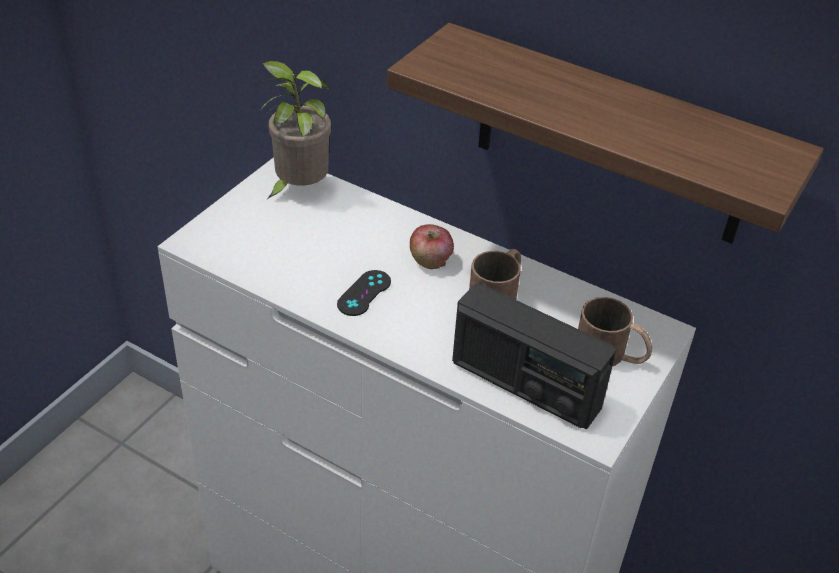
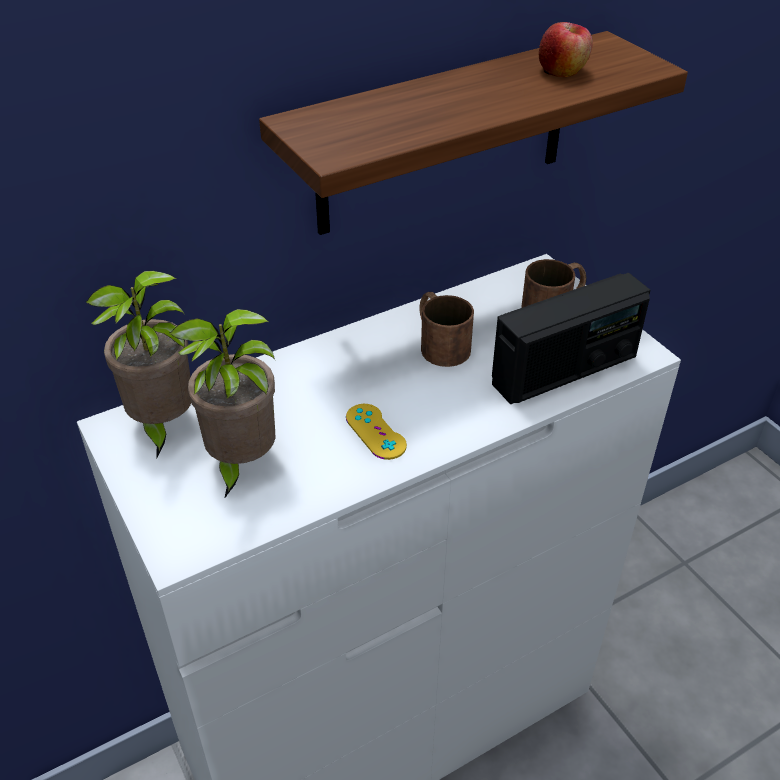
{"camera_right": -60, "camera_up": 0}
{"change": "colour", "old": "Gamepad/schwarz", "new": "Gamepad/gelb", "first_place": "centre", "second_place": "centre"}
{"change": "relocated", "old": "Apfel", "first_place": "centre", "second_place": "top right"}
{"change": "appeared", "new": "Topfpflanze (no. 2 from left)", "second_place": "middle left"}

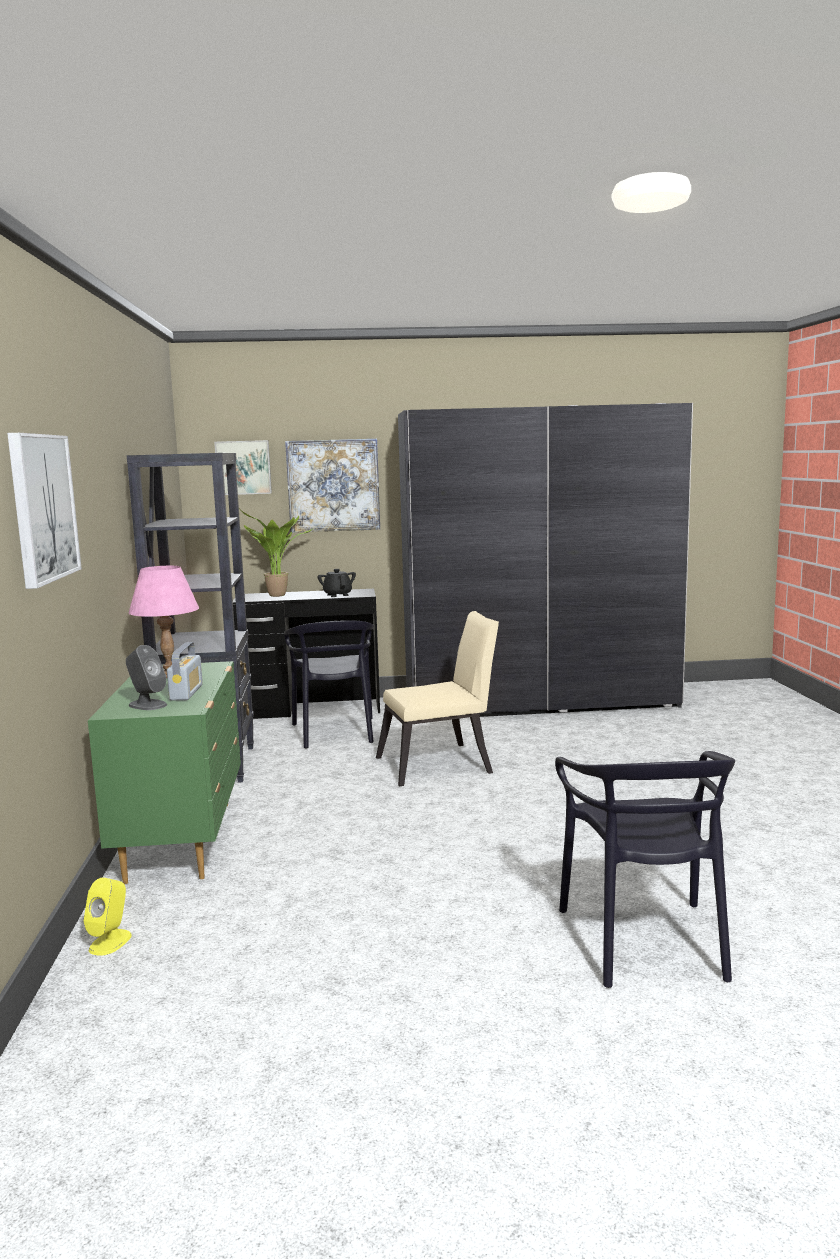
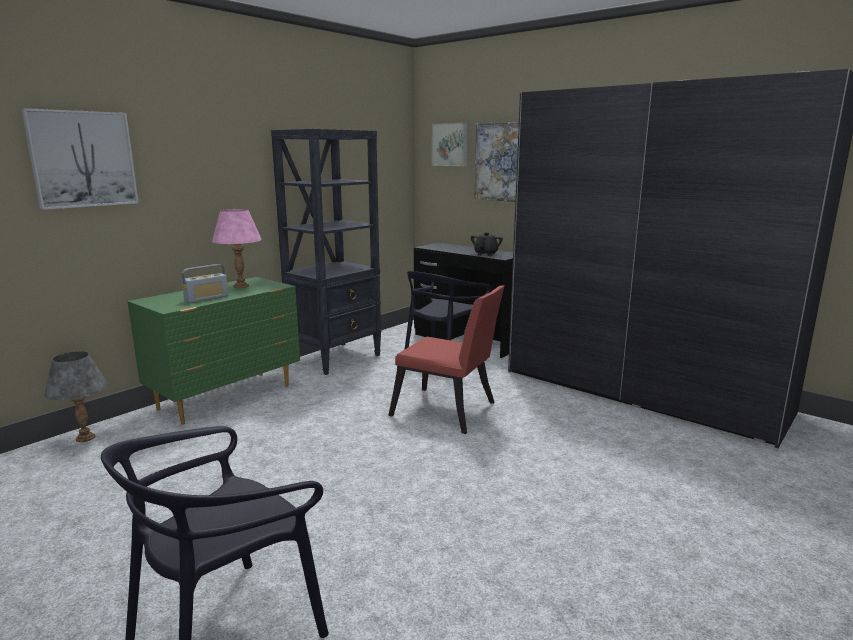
{"camera_right": 45, "camera_up": 5}
{"change": "exchanged", "old": "Lautsprecher/gelb", "new": "Tischlampe/grau", "first_place": "bottom left", "second_place": "middle left"}
{"change": "missing", "old": "Lautsprecher/grau", "first_place": "middle left"}
{"change": "missing", "old": "Topfpflanze", "first_place": "middle left"}
{"change": "colour", "old": "Stuhl/beige", "new": "Stuhl/rot", "first_place": "centre", "second_place": "centre"}

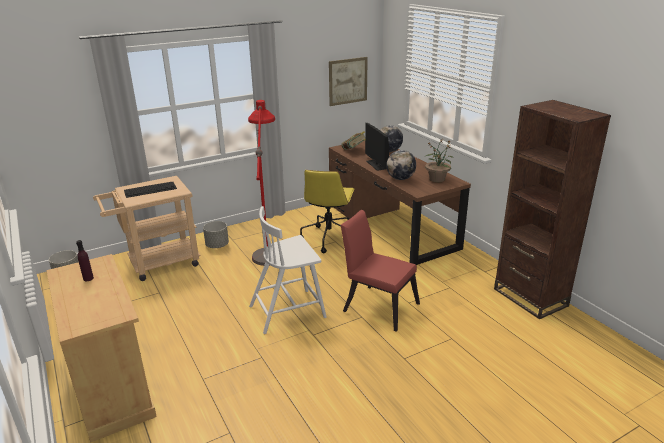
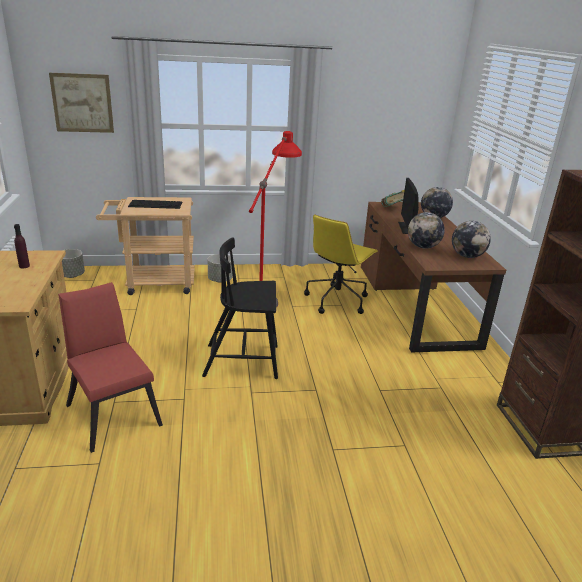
{"camera_right": 20, "camera_up": 0}
{"change": "colour", "old": "Stuhl/weiß", "new": "Stuhl/schwarz", "first_place": "centre", "second_place": "centre"}
{"change": "relocated", "old": "Bild", "first_place": "top centre", "second_place": "top left"}
{"change": "relocated", "old": "Stuhl/rot", "first_place": "centre", "second_place": "middle left"}
{"change": "exchanged", "old": "Topfpflanze", "new": "Globus (no. 3 from left)", "first_place": "centre", "second_place": "middle right"}

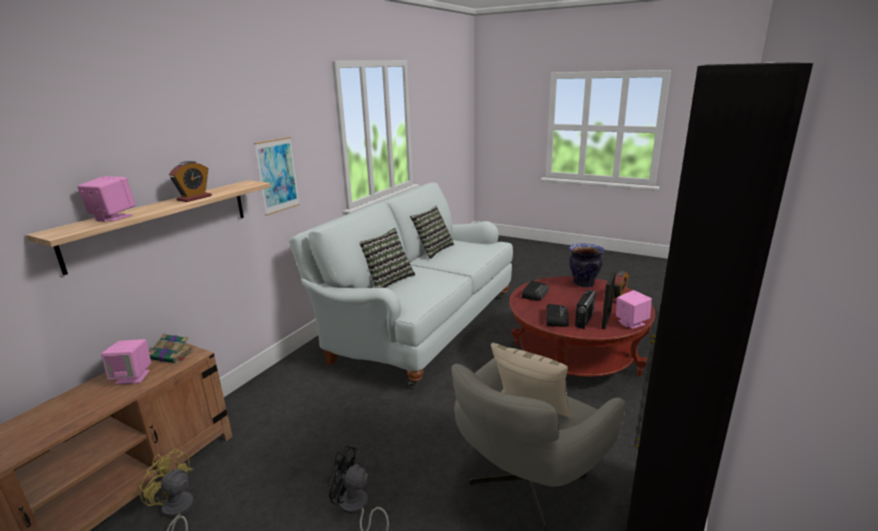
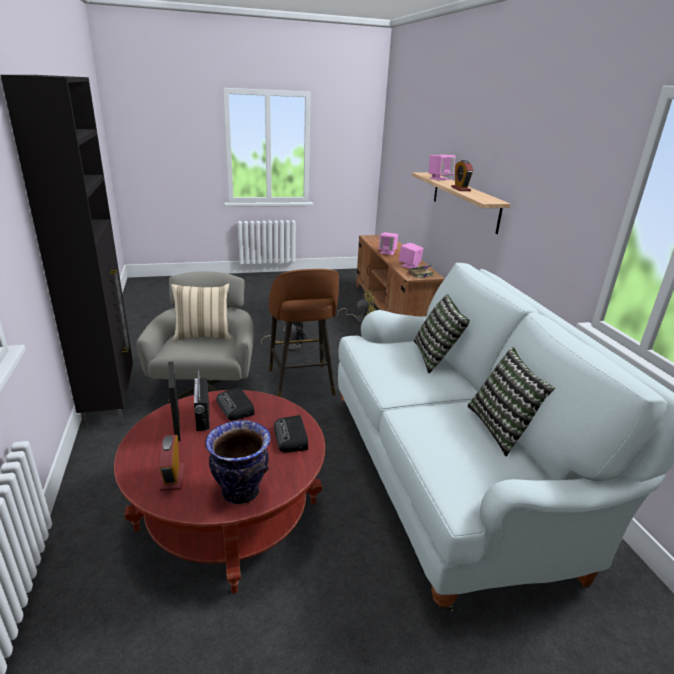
{"camera_right": 135, "camera_up": 5}
{"change": "missing", "old": "Bild", "first_place": "top left"}
{"change": "relocated", "old": "Lautsprecher/rosa (no. 3 from left in the first image)", "new": "Lautsprecher/rosa (no. 1 from left)", "first_place": "middle right", "second_place": "centre"}
{"change": "appeared", "new": "Hocker/braun", "second_place": "centre"}

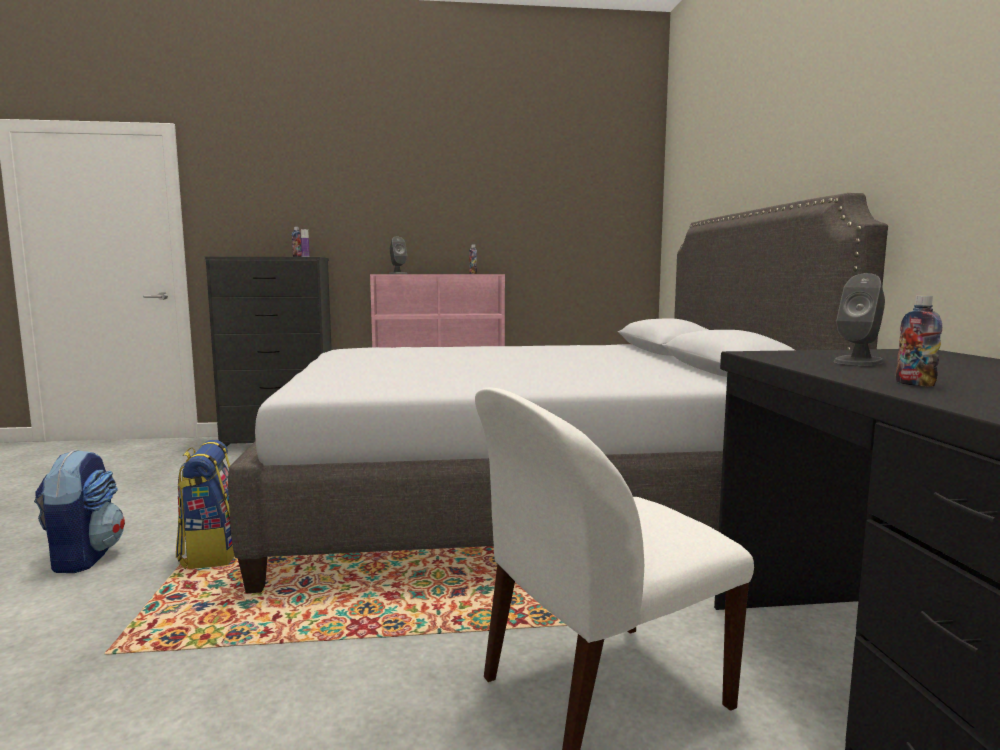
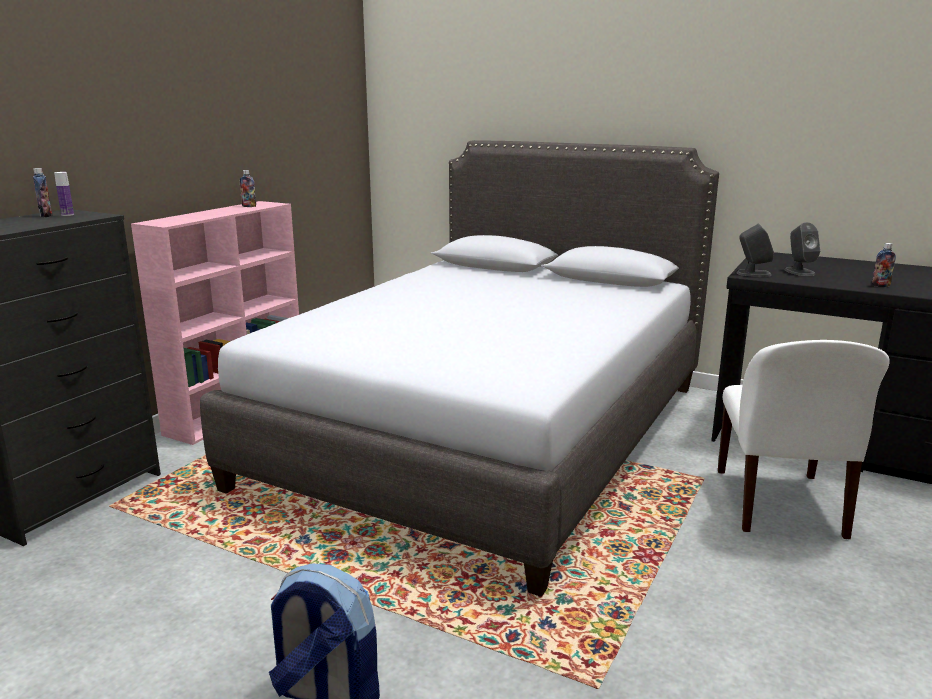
{"camera_right": -55, "camera_up": 10}
{"change": "missing", "old": "Rucksack (no. 2 from left)", "first_place": "bottom left"}
{"change": "relocated", "old": "Lautsprecher/grau (no. 1 from left)", "first_place": "centre", "second_place": "middle right"}

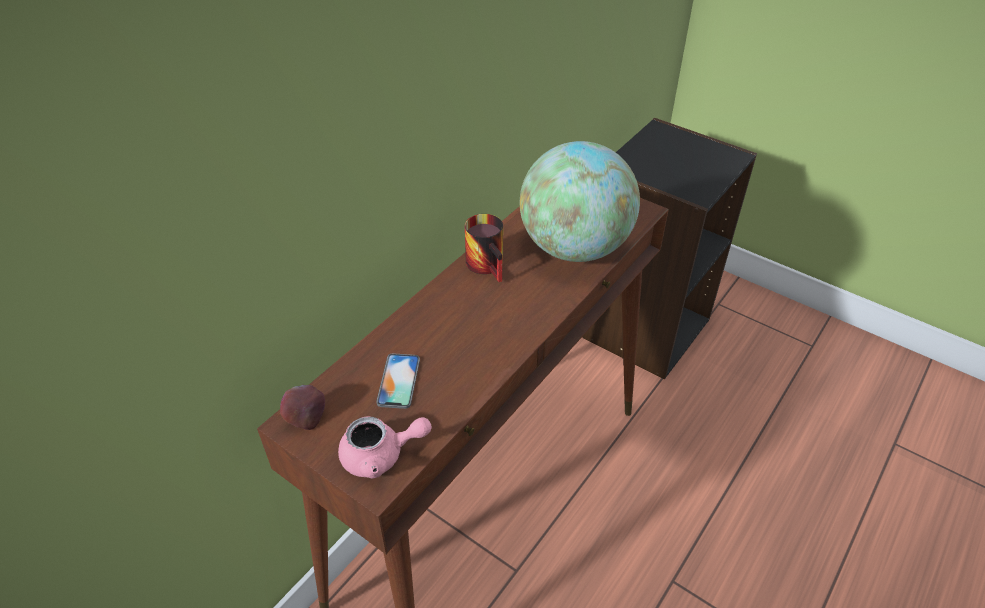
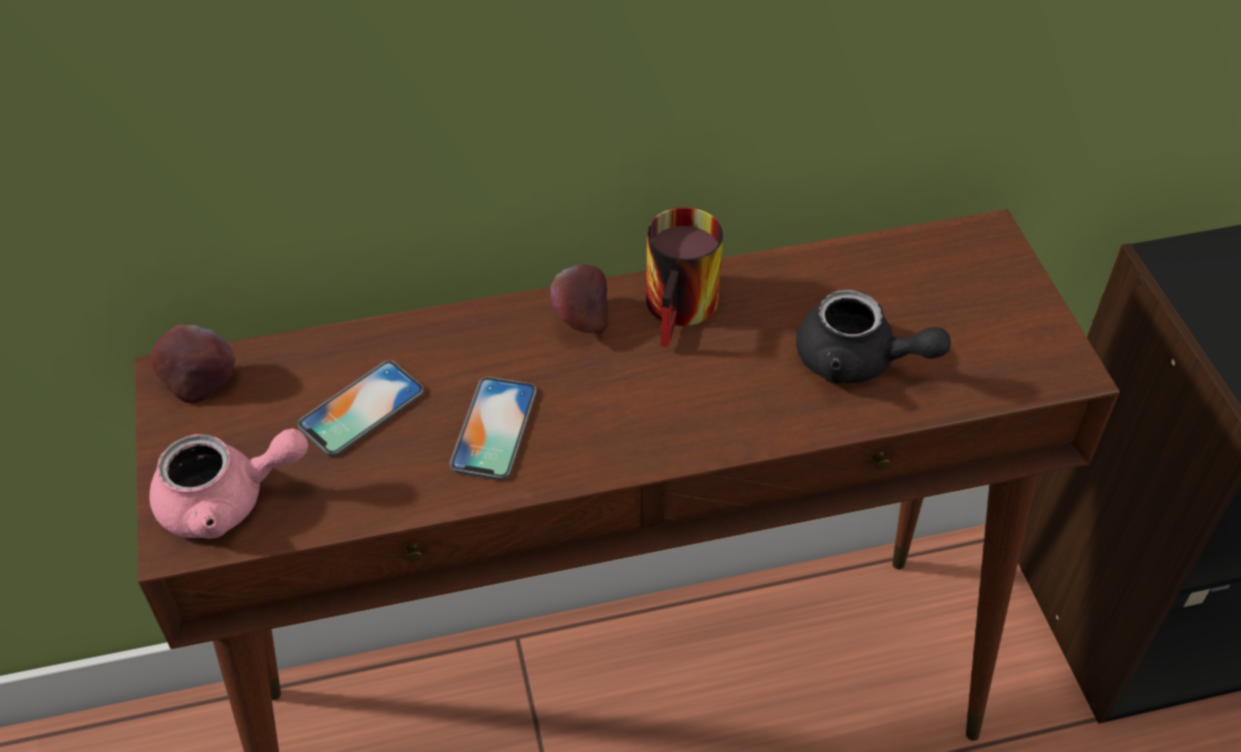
{"camera_right": 40, "camera_up": 5}
{"change": "spun", "old": "Teekanne/rosa", "first_place": "bottom centre", "second_place": "middle left", "degrees": -45}
{"change": "exchanged", "old": "Globus", "new": "Teekanne/schwarz", "first_place": "top centre", "second_place": "middle right"}
{"change": "appeared", "new": "Handy (no. 2 from left)", "second_place": "centre"}
{"change": "appeared", "new": "Apfel (no. 2 from left)", "second_place": "centre"}

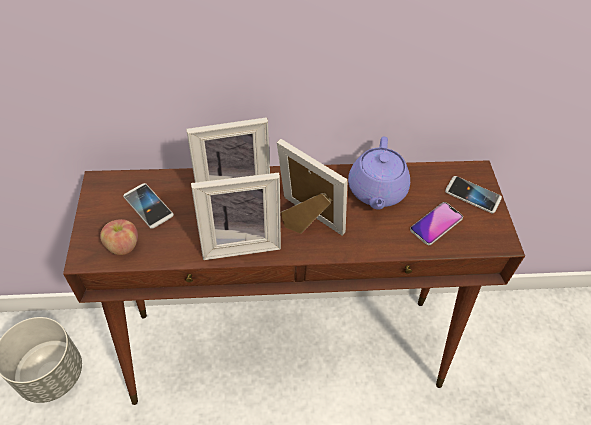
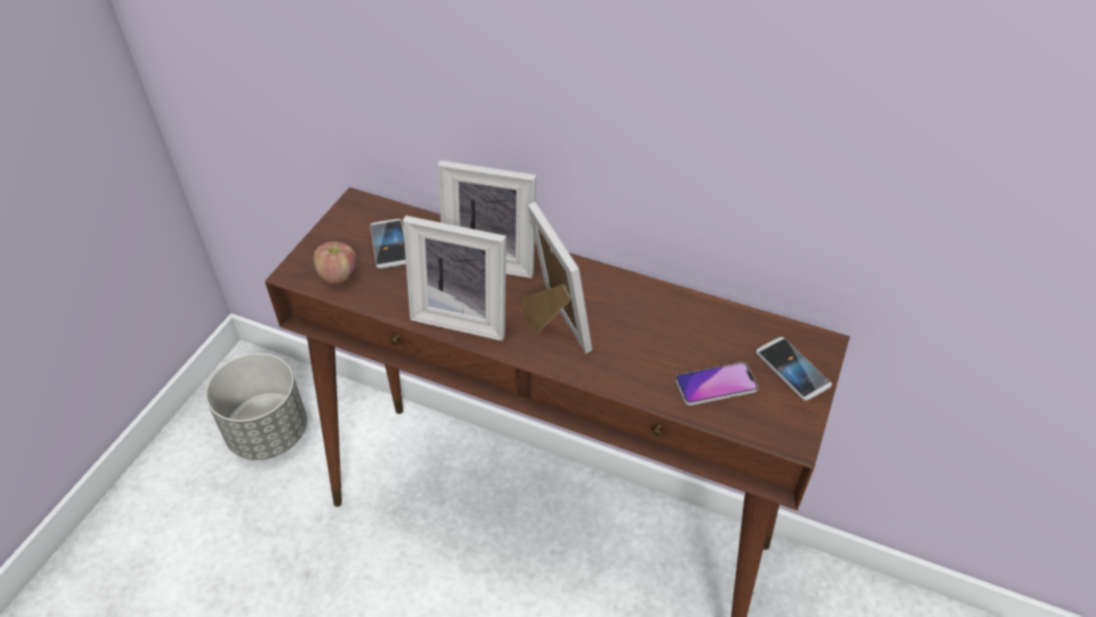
{"camera_right": 30, "camera_up": -5}
{"change": "missing", "old": "Teekanne/lila", "first_place": "centre"}

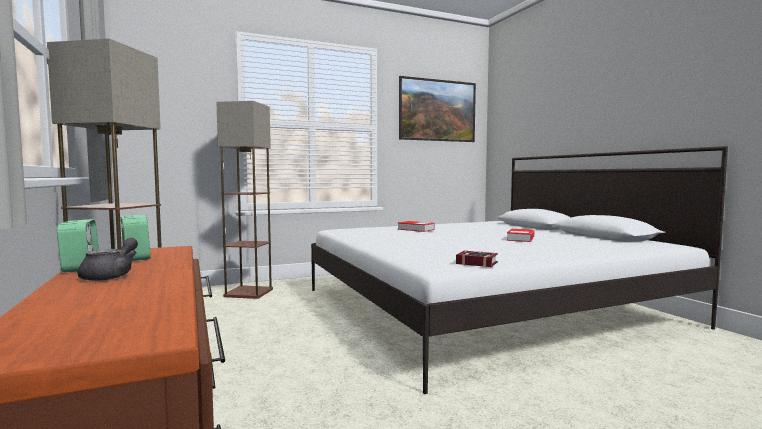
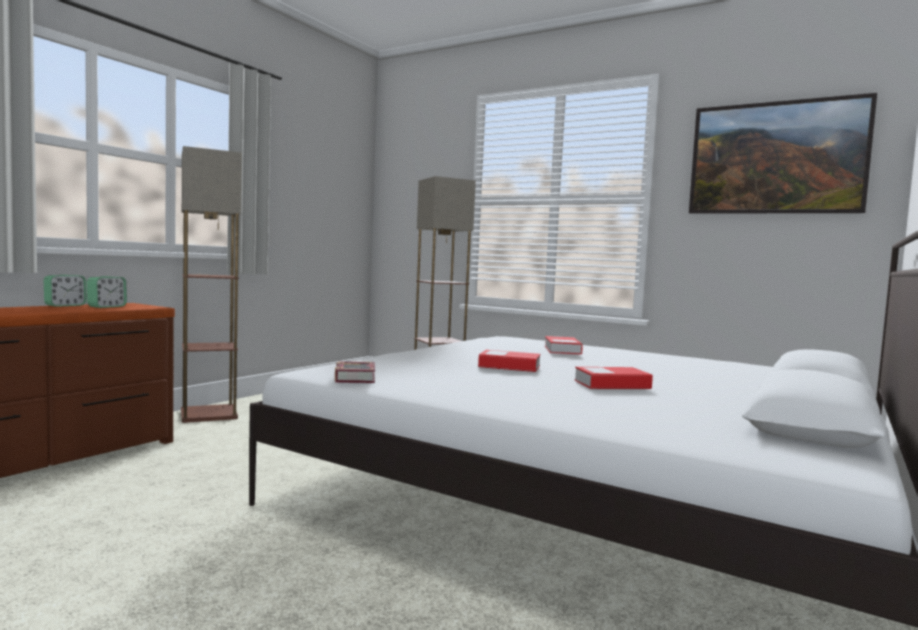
{"camera_right": 55, "camera_up": 0}
{"change": "missing", "old": "Teekanne/grau", "first_place": "middle left"}
{"change": "appeared", "new": "Buch (no. 2 from left)", "second_place": "centre"}

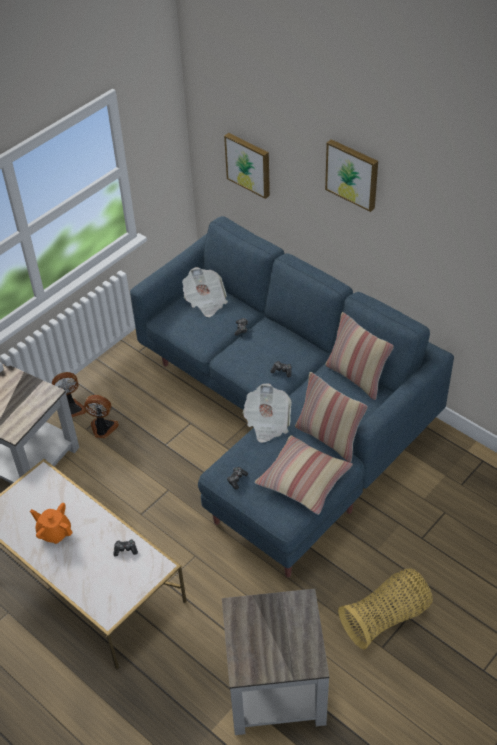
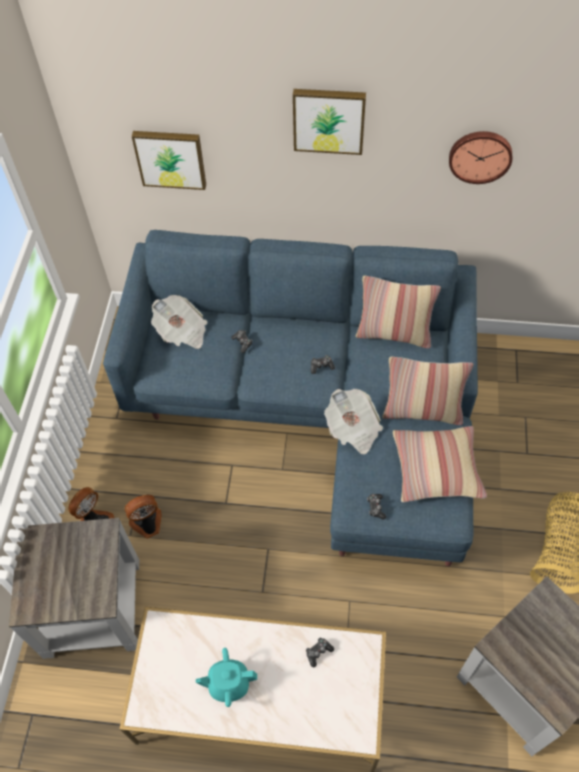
{"camera_right": -35, "camera_up": 10}
{"change": "colour", "old": "Teekanne/orange", "new": "Teekanne/türkis", "first_place": "bottom left", "second_place": "bottom centre"}
{"change": "appeared", "new": "Wanduhr", "second_place": "top right"}

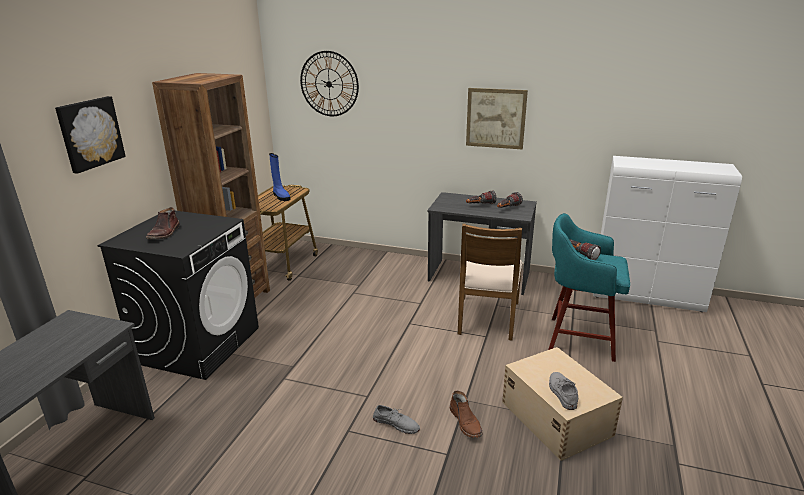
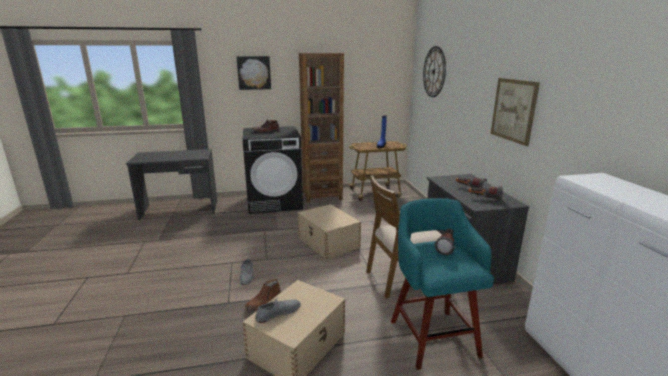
{"camera_right": 60, "camera_up": -5}
{"change": "appeared", "new": "Aufbewahrungsbox/beige (no. 2 from left)", "second_place": "centre"}

